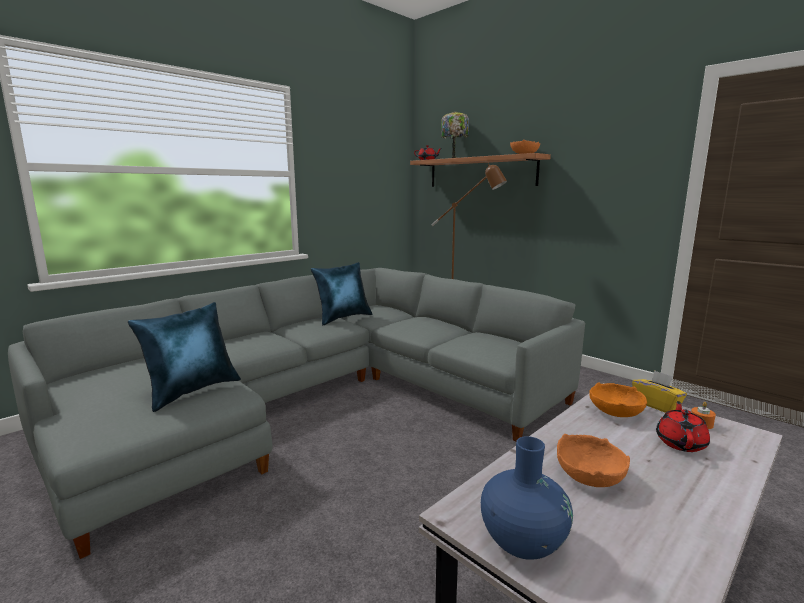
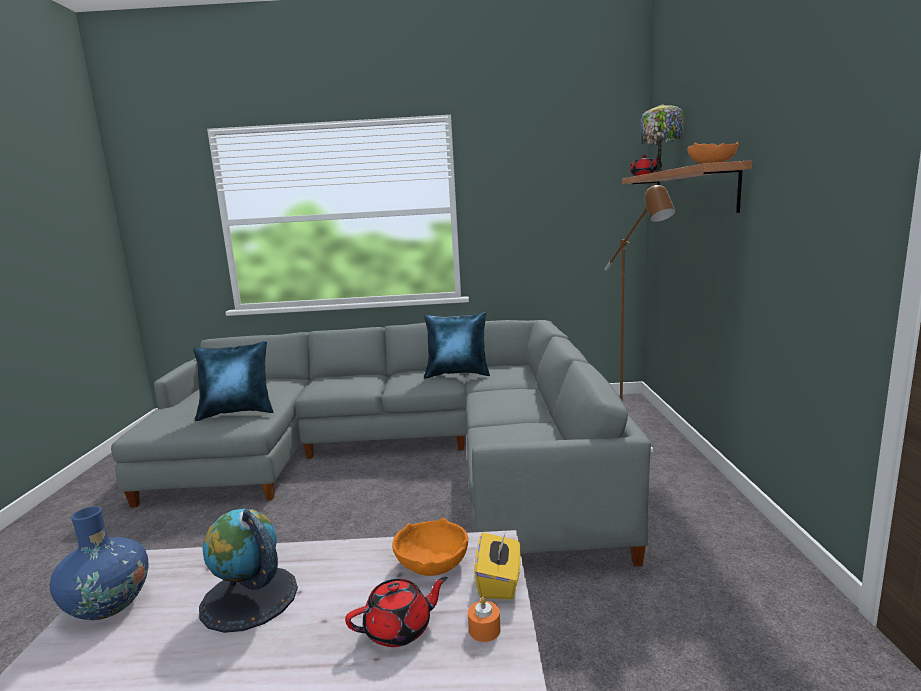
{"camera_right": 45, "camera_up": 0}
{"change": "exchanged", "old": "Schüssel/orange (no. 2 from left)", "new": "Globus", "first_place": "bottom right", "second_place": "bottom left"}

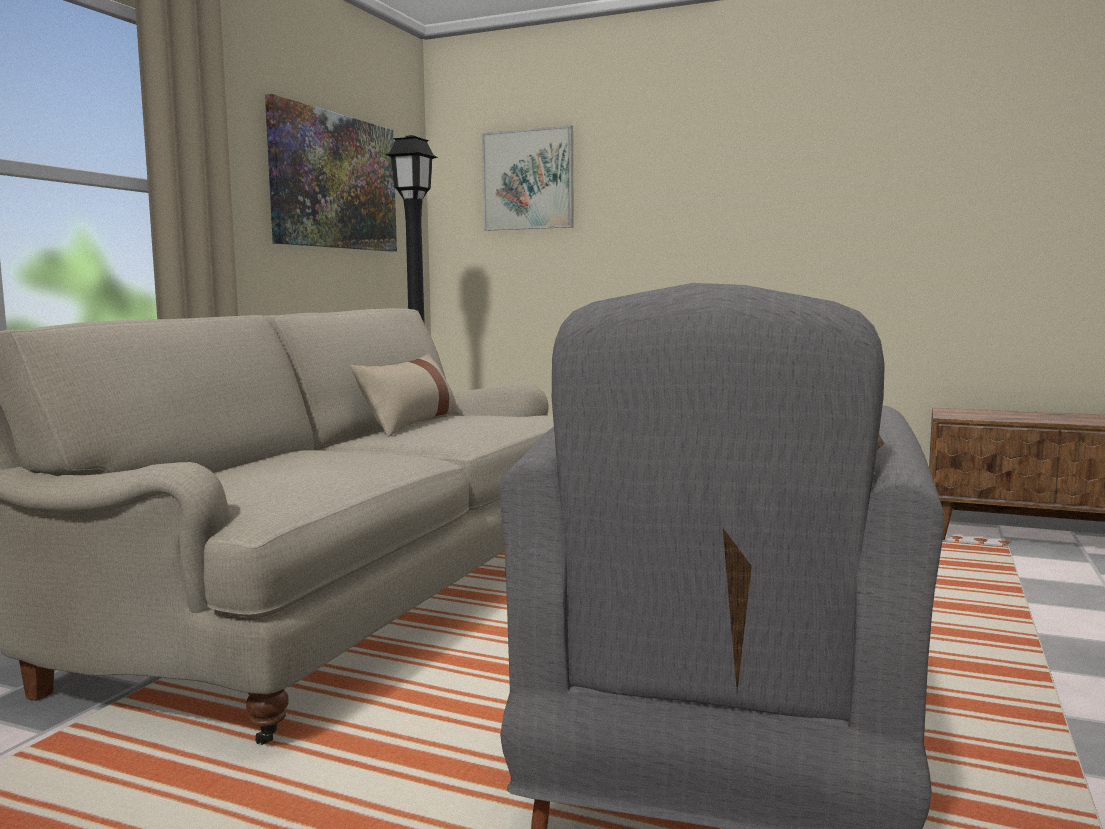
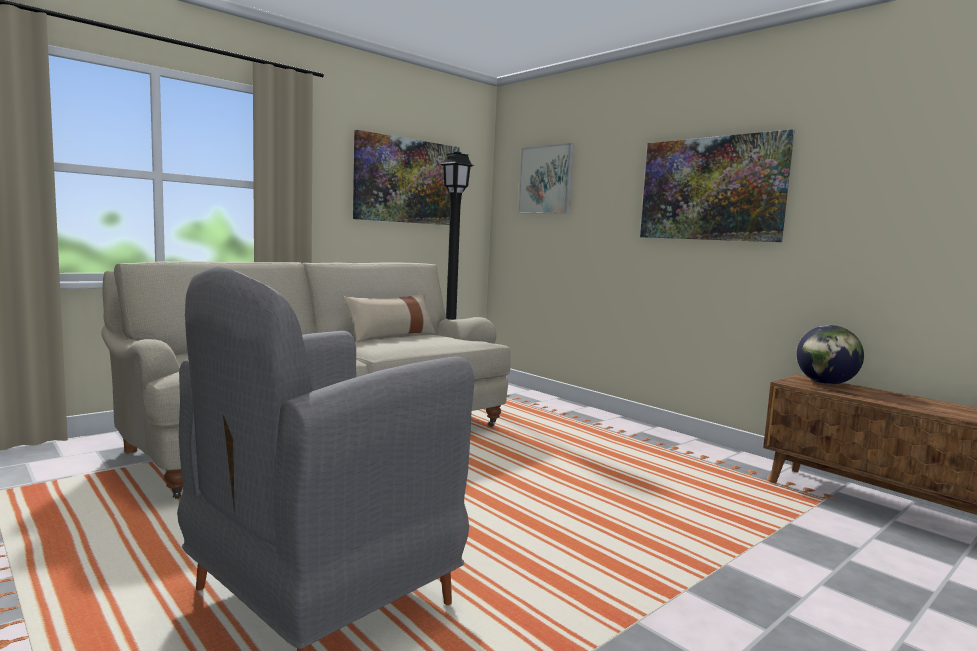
{"camera_right": 25, "camera_up": 0}
{"change": "appeared", "new": "Bild (no. 3 from left)", "second_place": "top right"}
{"change": "appeared", "new": "Globus", "second_place": "middle right"}

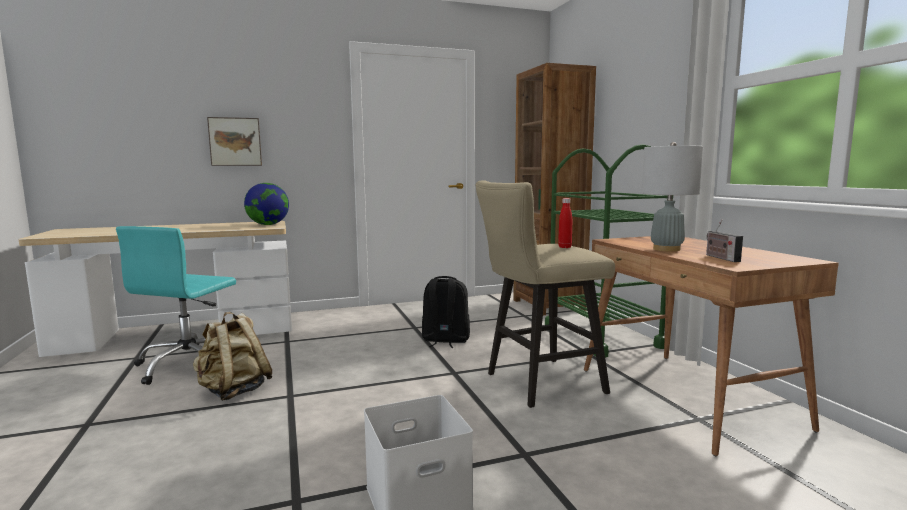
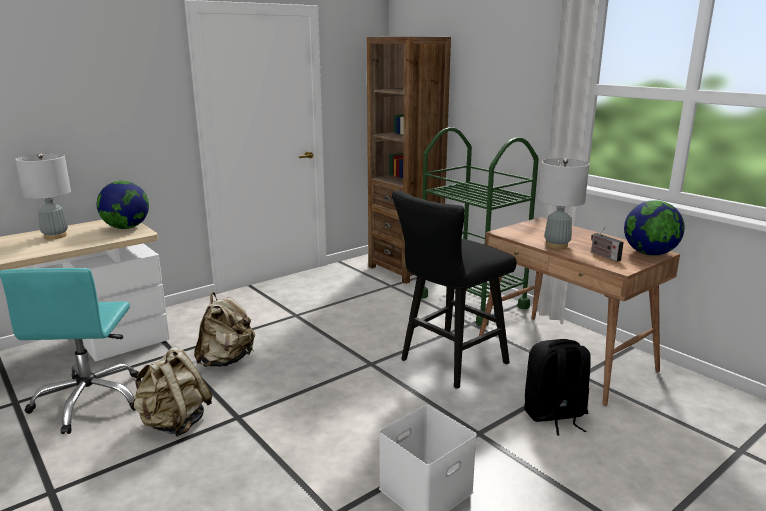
{"camera_right": -20, "camera_up": 10}
{"change": "missing", "old": "Bild", "first_place": "top left"}
{"change": "relocated", "old": "Rucksack/schwarz", "first_place": "centre", "second_place": "bottom right"}
{"change": "colour", "old": "Hocker/beige", "new": "Hocker/schwarz", "first_place": "centre", "second_place": "centre"}
{"change": "missing", "old": "Flasche/rot", "first_place": "centre"}
{"change": "appeared", "new": "Tischlampe/grau (no. 1 from left)", "second_place": "middle left"}
{"change": "appeared", "new": "Rucksack/beige (no. 2 from left)", "second_place": "middle left"}
{"change": "appeared", "new": "Globus (no. 2 from left)", "second_place": "middle right"}

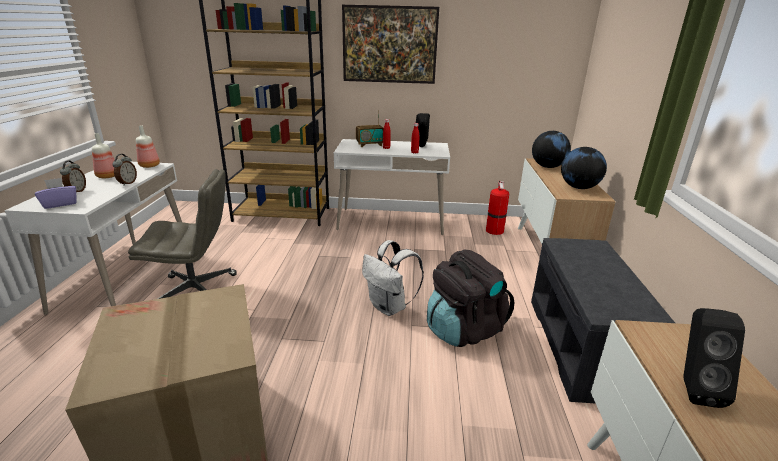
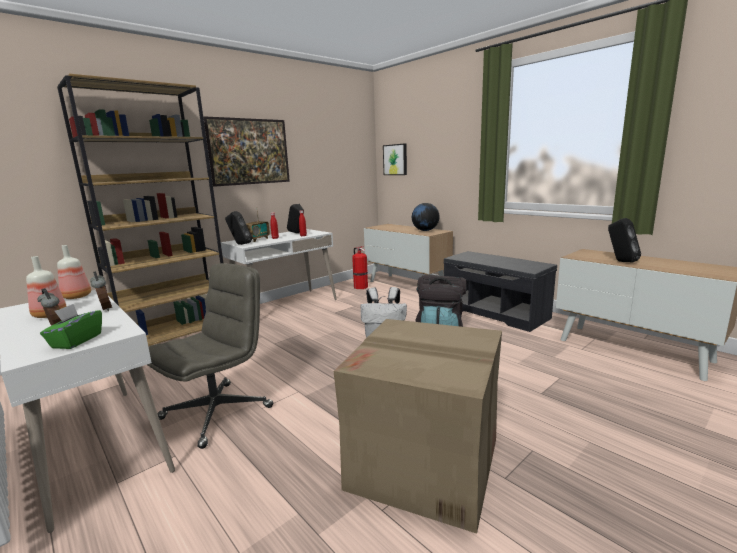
{"camera_right": -45, "camera_up": -10}
{"change": "colour", "old": "Taschentuchbox/lila", "new": "Taschentuchbox/grün", "first_place": "middle left", "second_place": "middle left"}
{"change": "missing", "old": "Globus (no. 1 from left)", "first_place": "top right"}
{"change": "appeared", "new": "Lautsprecher/schwarz (no. 1 from left)", "second_place": "middle left"}
{"change": "appeared", "new": "Bild (no. 2 from left)", "second_place": "top centre"}

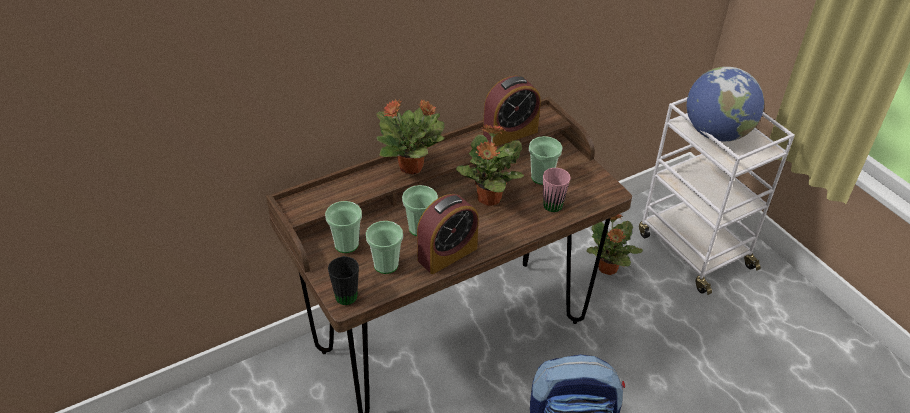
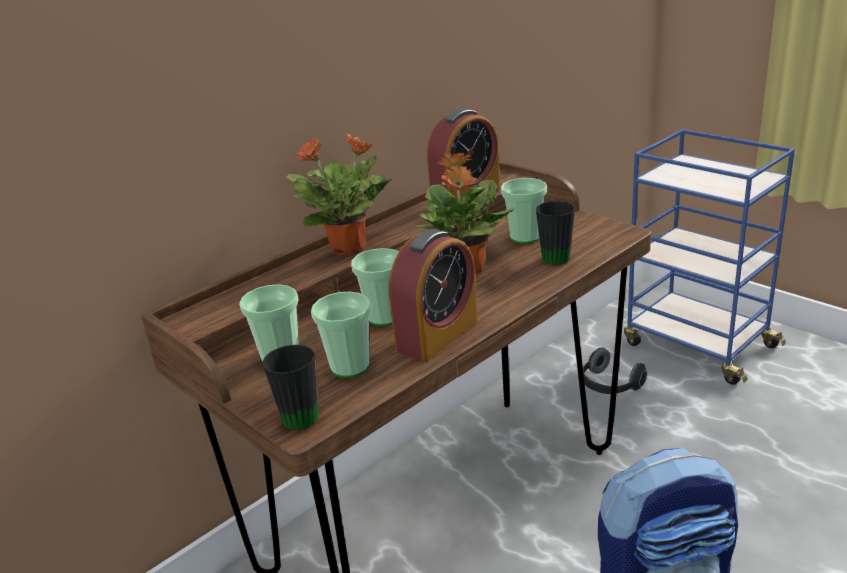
{"camera_right": -10, "camera_up": -15}
{"change": "colour", "old": "Henkelbecher/rosa", "new": "Henkelbecher/schwarz (no. 2 from left)", "first_place": "centre", "second_place": "centre"}
{"change": "exchanged", "old": "Topfpflanze (no. 3 from left)", "new": "Kopfhörer", "first_place": "middle right", "second_place": "middle right"}
{"change": "colour", "old": "Rollwagen/weiß", "new": "Rollwagen/blau", "first_place": "middle right", "second_place": "middle right"}
{"change": "missing", "old": "Globus", "first_place": "top right"}

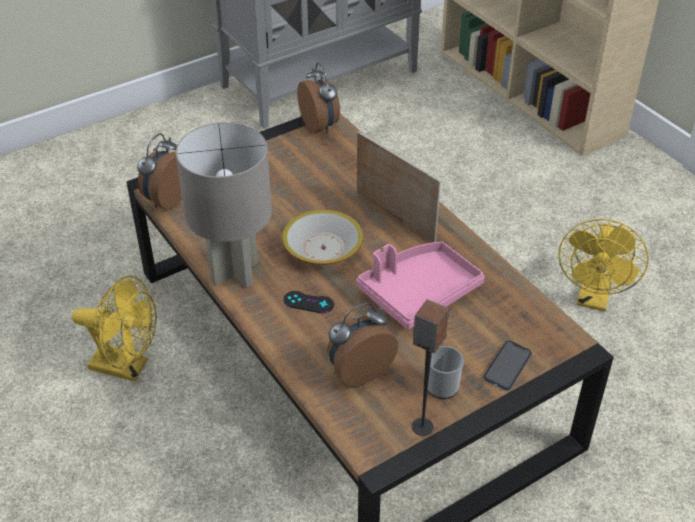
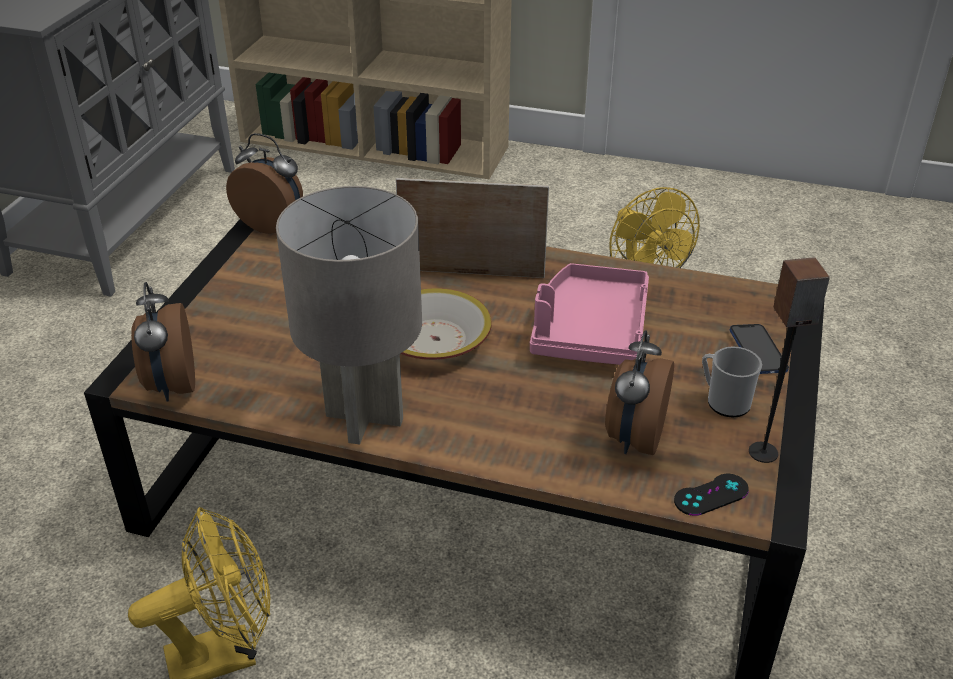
{"camera_right": -40, "camera_up": -5}
{"change": "relocated", "old": "Gamepad/schwarz", "first_place": "centre", "second_place": "bottom right"}

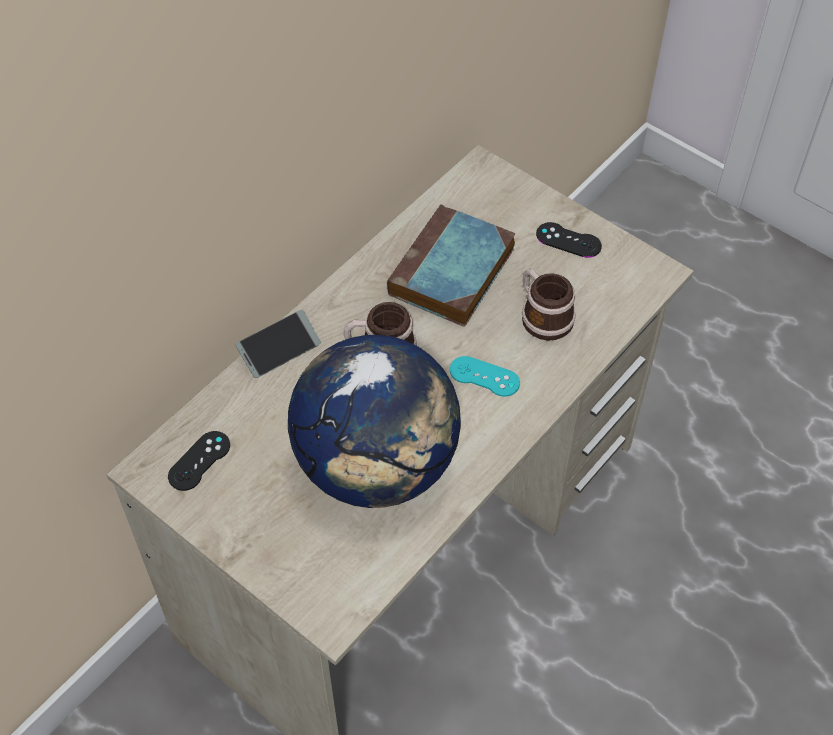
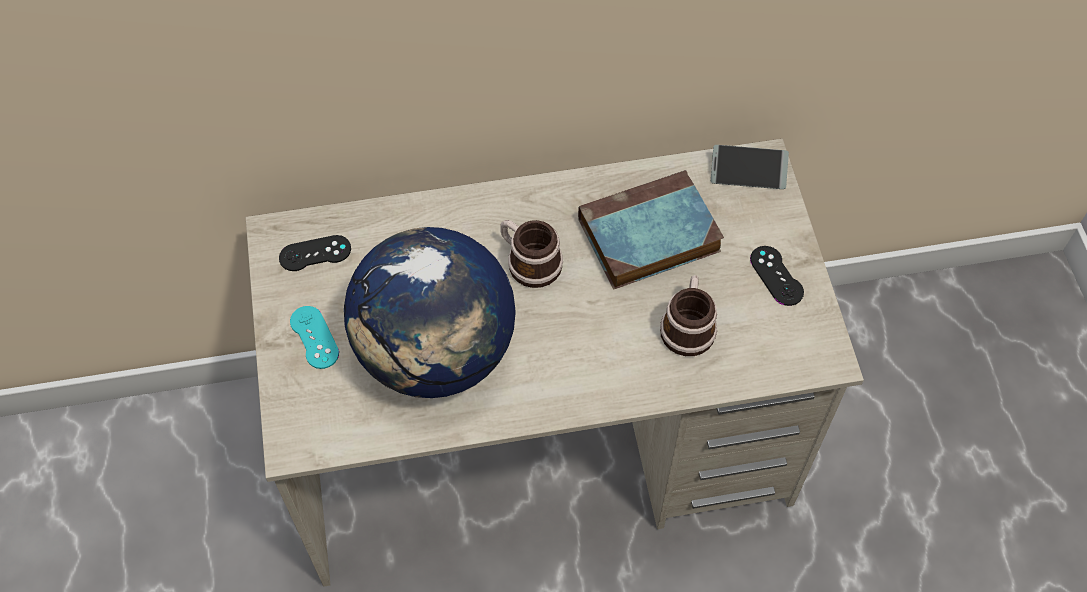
{"camera_right": 40, "camera_up": 5}
{"change": "relocated", "old": "Handy", "first_place": "centre", "second_place": "top right"}
{"change": "relocated", "old": "Gamepad/türkis", "first_place": "centre", "second_place": "middle left"}

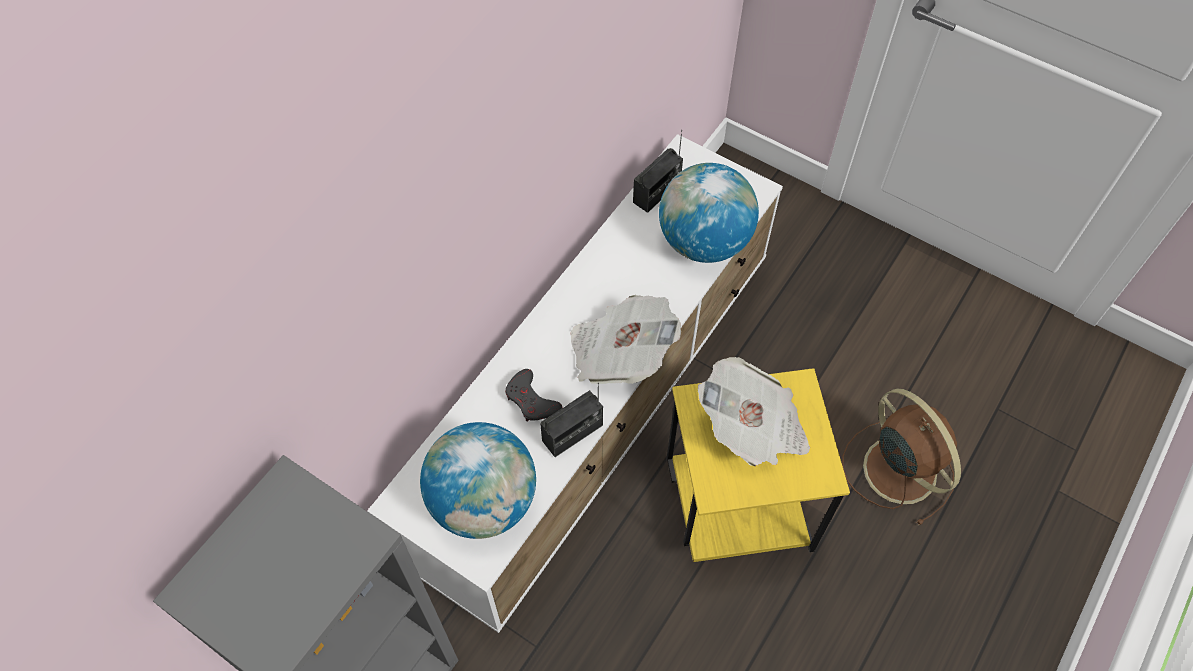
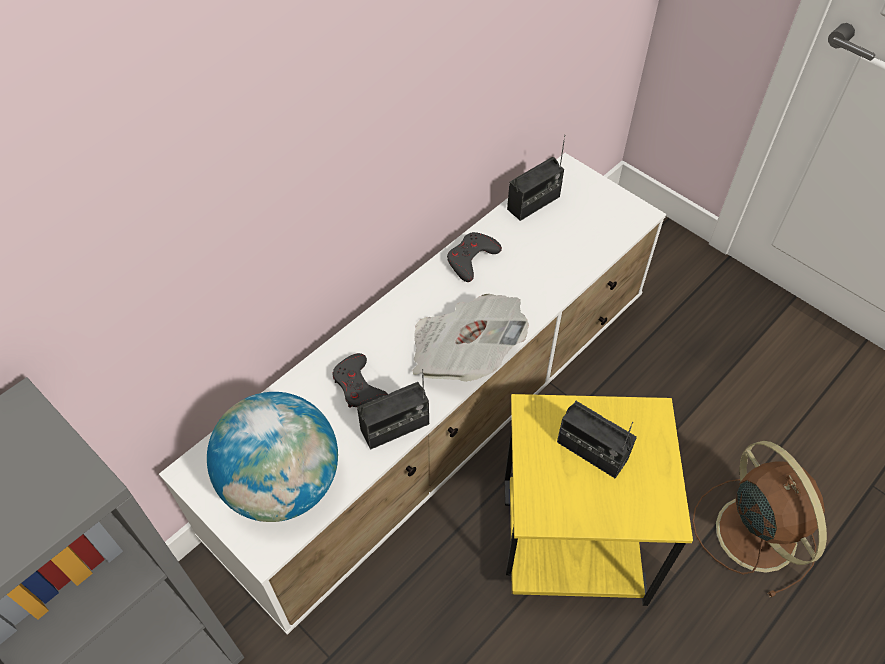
{"camera_right": 10, "camera_up": -5}
{"change": "missing", "old": "Globus (no. 2 from left)", "first_place": "top centre"}
{"change": "exchanged", "old": "Zeitung (no. 2 from left)", "new": "Radio (no. 3 from left)", "first_place": "centre", "second_place": "middle right"}
{"change": "appeared", "new": "Gamepad/grau (no. 2 from left)", "second_place": "centre"}

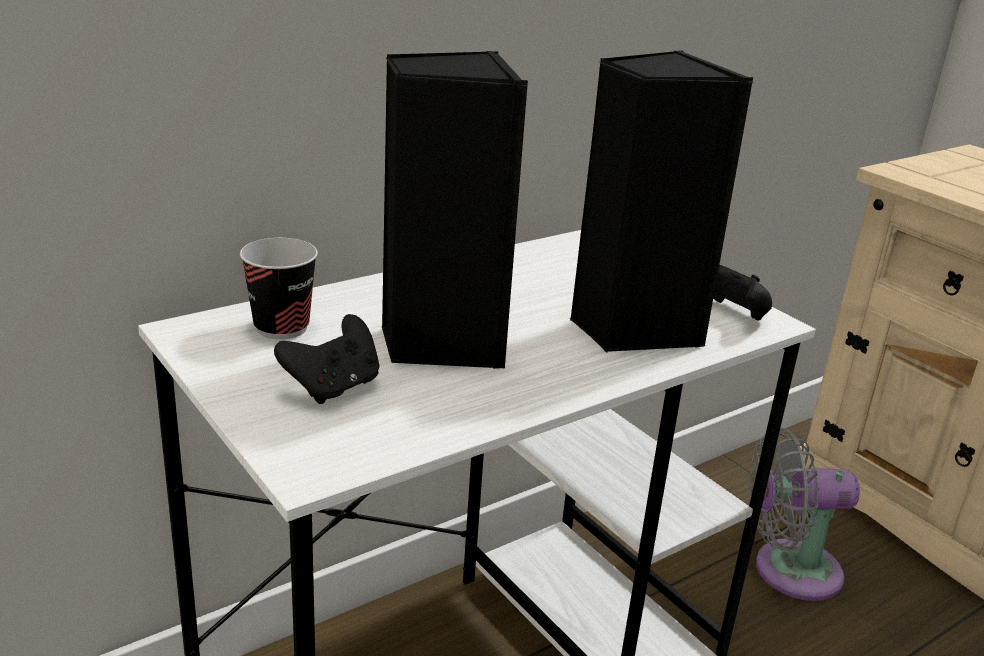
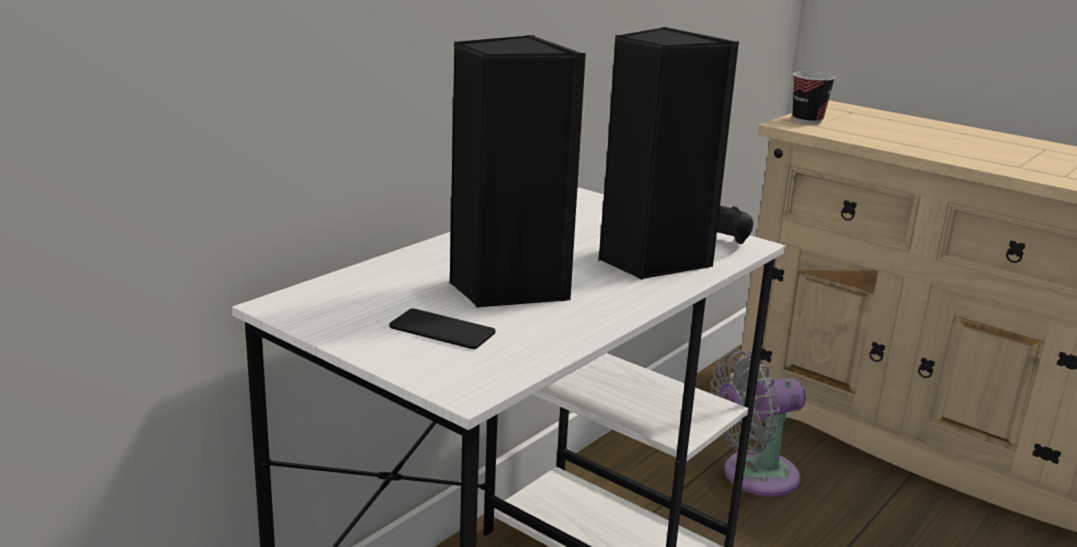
{"camera_right": -15, "camera_up": -5}
{"change": "relocated", "old": "Tasse", "first_place": "middle left", "second_place": "top right"}
{"change": "exchanged", "old": "Gamepad/schwarz (no. 1 from left)", "new": "Handy", "first_place": "middle left", "second_place": "centre"}

